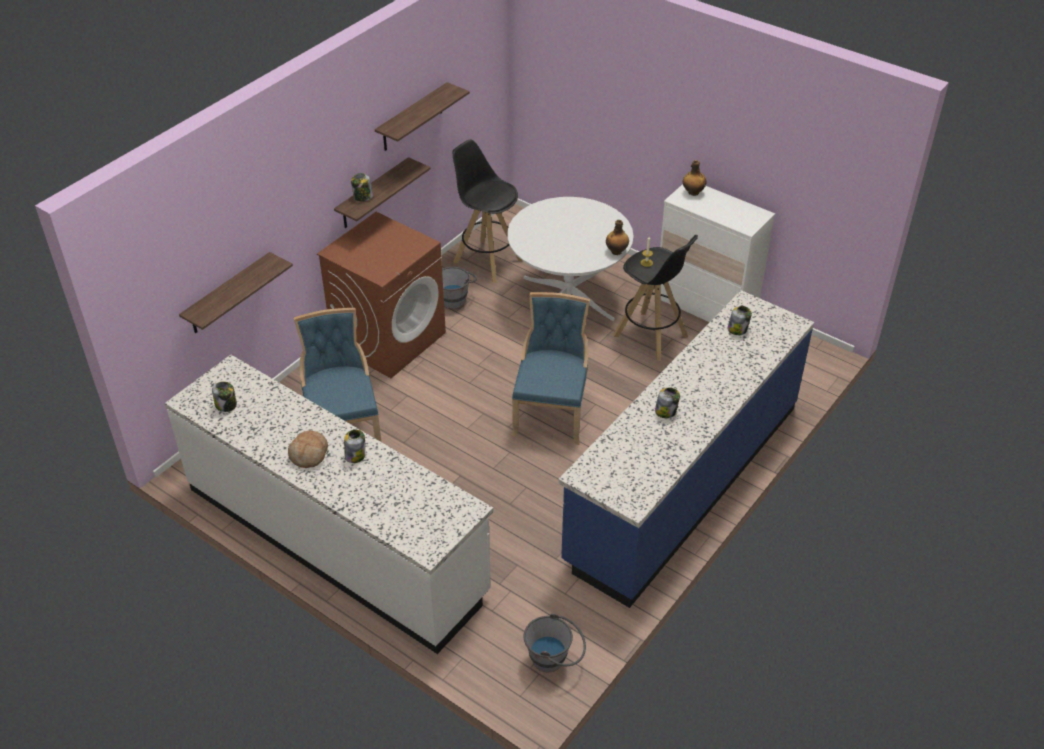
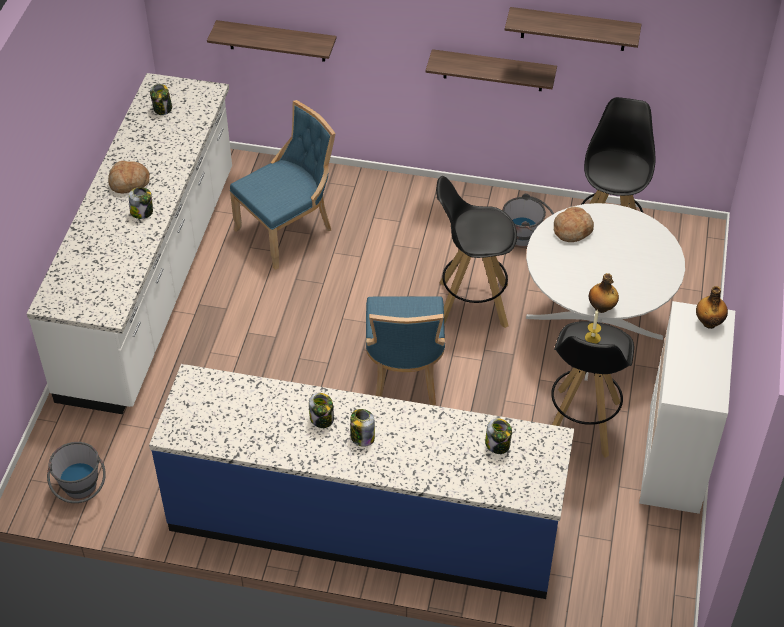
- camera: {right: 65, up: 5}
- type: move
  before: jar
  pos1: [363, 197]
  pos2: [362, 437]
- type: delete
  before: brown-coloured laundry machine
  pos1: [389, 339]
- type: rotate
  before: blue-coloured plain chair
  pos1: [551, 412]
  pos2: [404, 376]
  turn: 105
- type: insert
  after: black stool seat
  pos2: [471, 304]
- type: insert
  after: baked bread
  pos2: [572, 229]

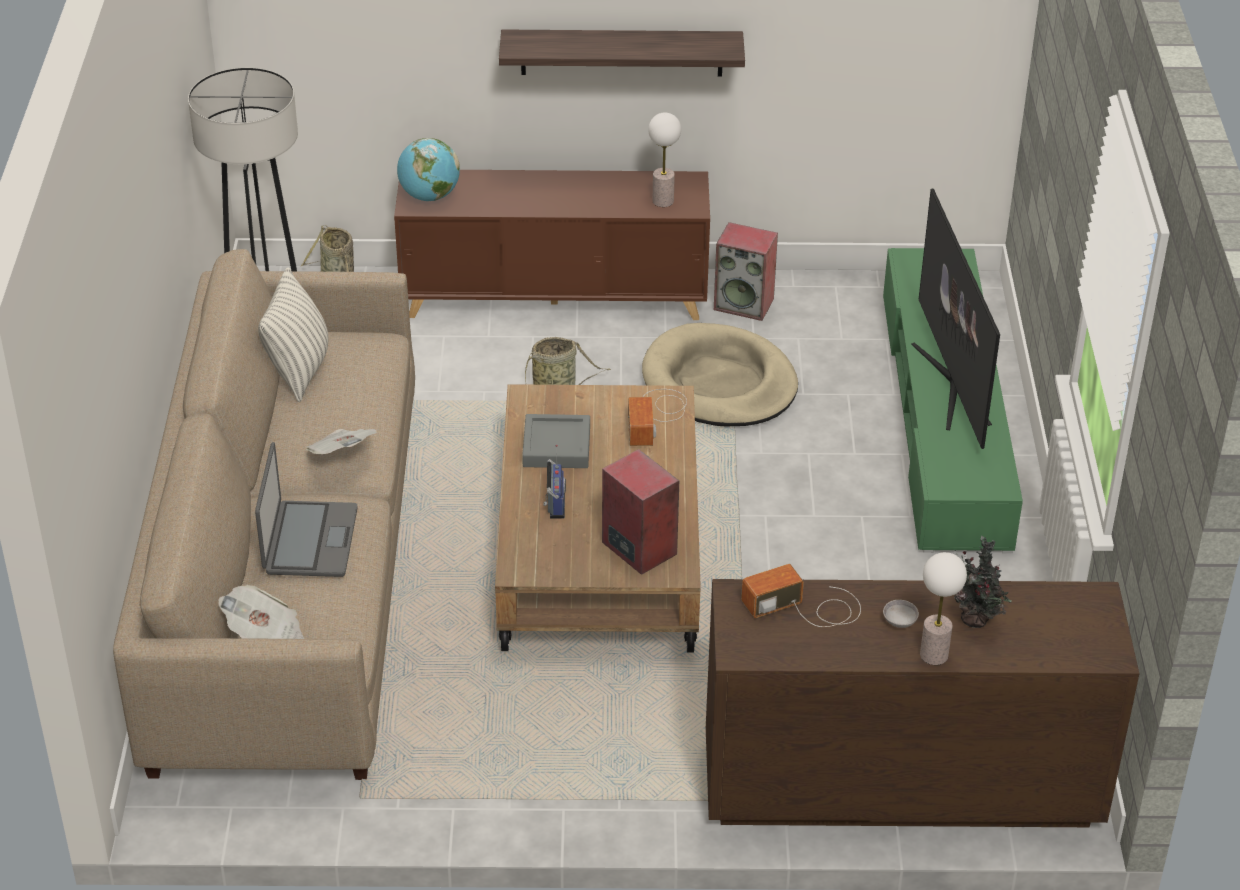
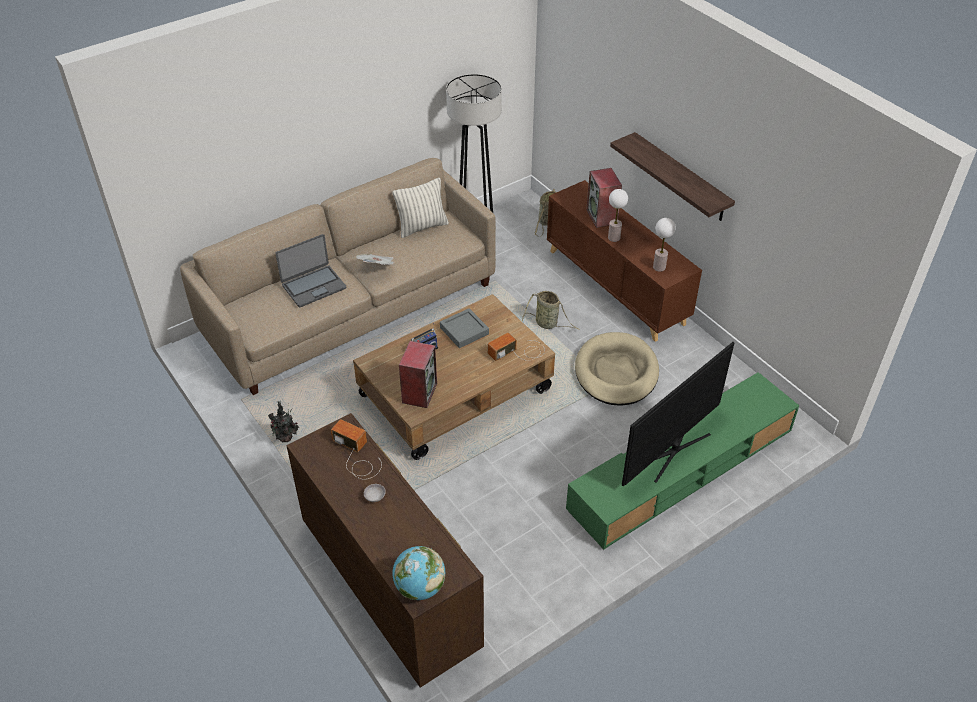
- camera: {right: 55, up: 5}
- type: move
  before: desk globe
  pos1: [429, 196]
  pos2: [419, 587]
- type: move
  before: loudspeaker
  pos1: [744, 304]
  pos2: [602, 217]
- type: move
  before: potted plant
  pos1: [977, 620]
  pos2: [286, 439]
- type: move
  before: table lamp
  pos1: [934, 655]
  pos2: [614, 238]
- type: delete
  before: printed paper
  pos1: [266, 636]

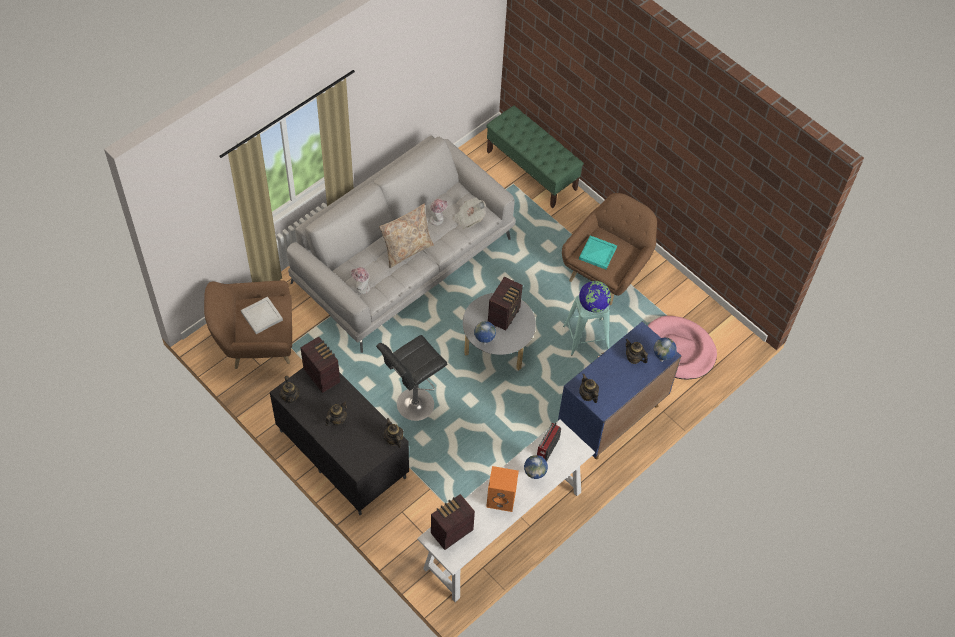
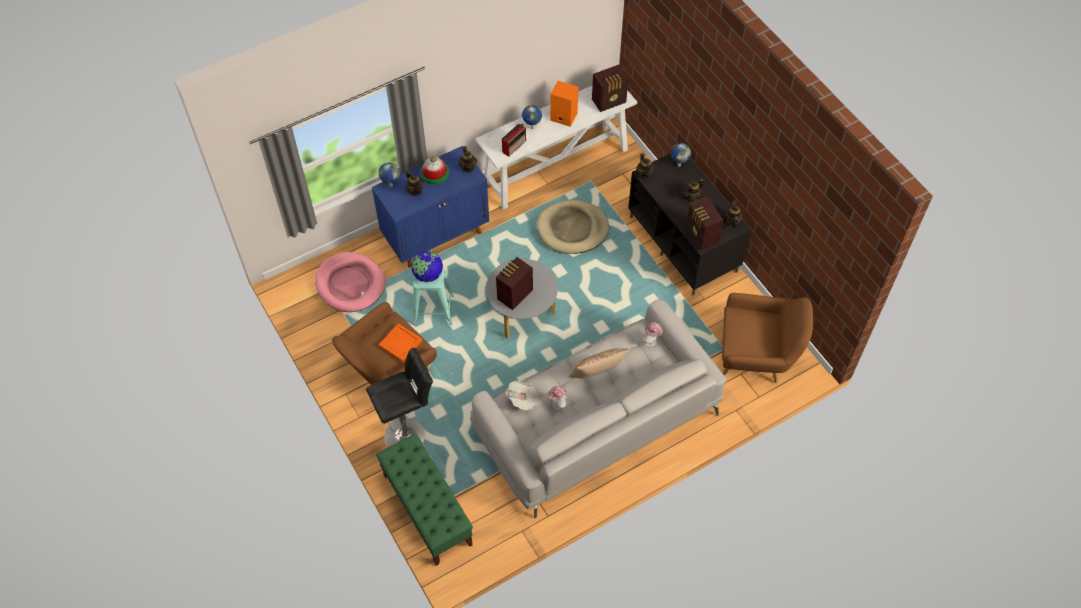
- camera: {right: -165, up: 0}
- type: recolor
  before: blue-green carrying tray
  after: orange-coloured carrying tray
  pos1: [597, 253]
  pos2: [400, 344]
- type: delete
  before: whitish carrying tray
  pos1: [262, 316]
- type: move
  before: desk globe
  pos1: [484, 343]
  pos2: [679, 165]
- type: move
  before: black stool seat
  pos1: [412, 406]
  pos2: [409, 434]
- type: insert
  after: hat
  pos2: [434, 173]
- type: insert
  after: beige dog cushion
  pos2: [572, 229]

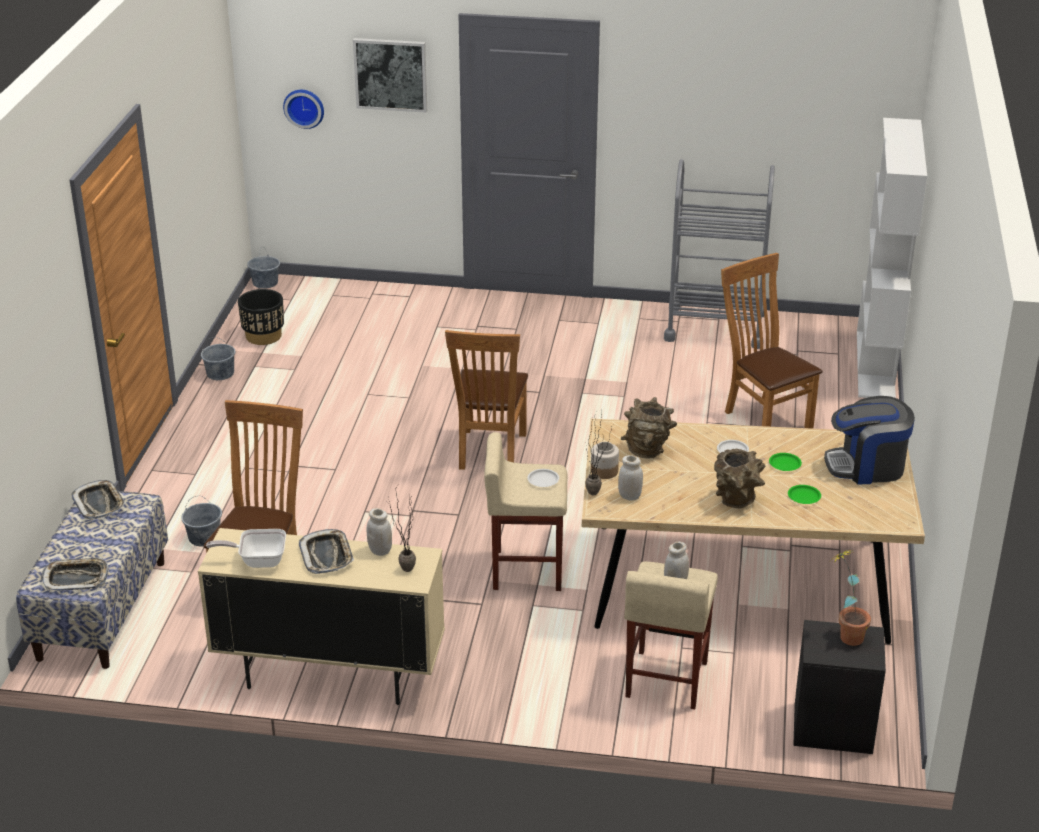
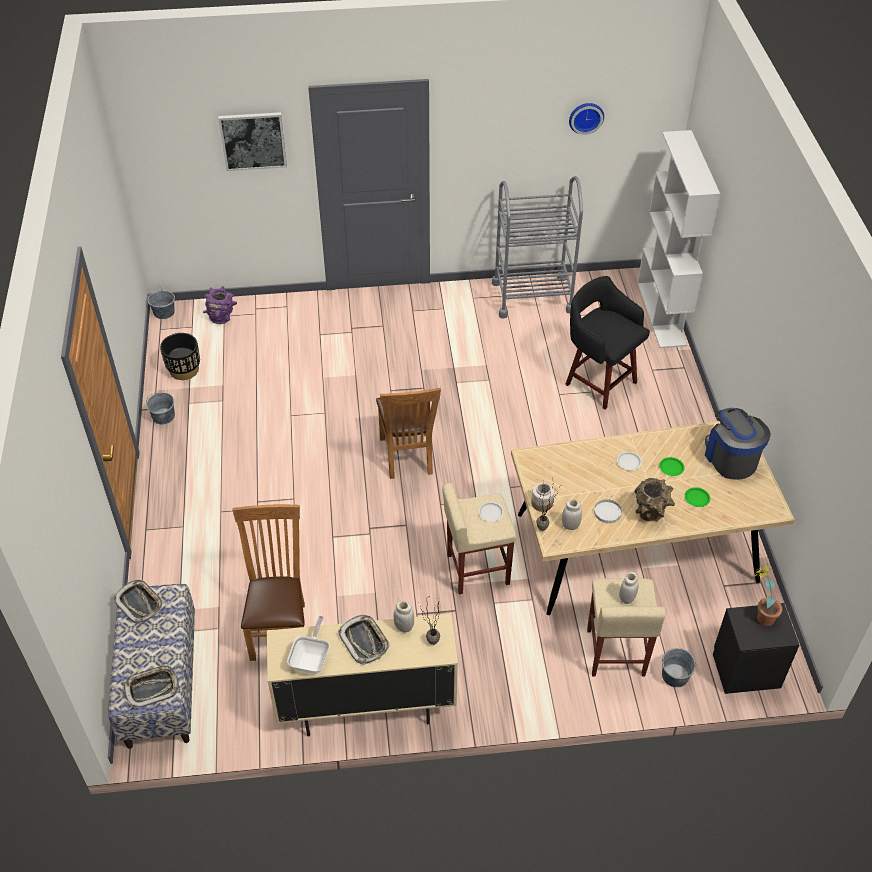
- camera: {right: -15, up: 15}
- type: move
  before: hanging clock
  pos1: [304, 107]
  pos2: [585, 117]
- type: replace
  before: brown-coloured plain chair
  after: black stool seat
  pos1: [763, 418]
  pos2: [599, 382]
- type: rotate
  before: coffee maker
  pos1: [867, 466]
  pos2: [730, 458]
  turn: 90
- type: delete
  before: brown-coloured vase
  pos1: [647, 450]
- type: move
  before: greyish bucket
  pos1: [204, 537]
  pos2: [674, 675]
- type: rotate
  before: pan
  pos1: [258, 560]
  pos2: [311, 659]
  turn: 120
- type: insert
  after: purple-coloured vase
  pos2: [222, 317]
- type: insert
  after: whitish dinner plate
  pos2: [607, 512]

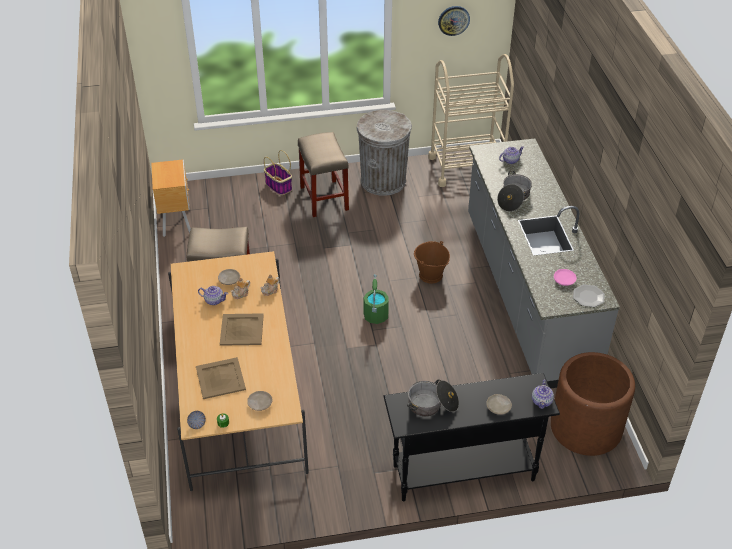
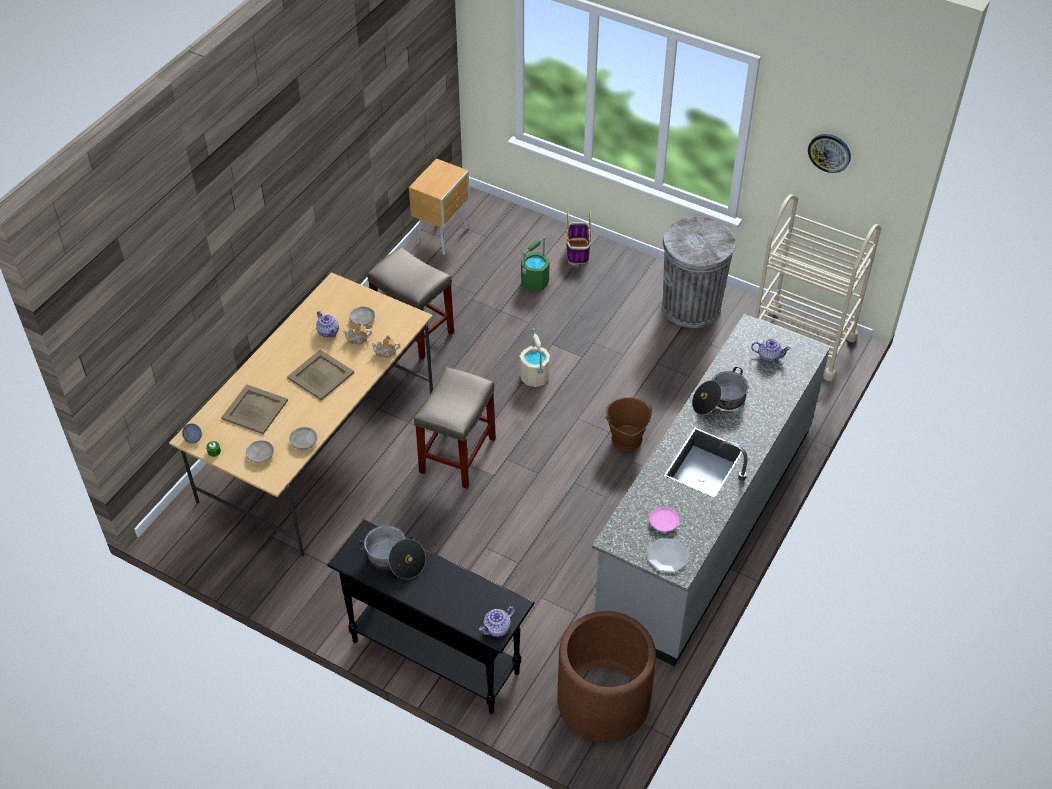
- camera: {right: 40, up: 5}
- type: move
  before: beige stool seat
  pos1: [324, 199]
  pos2: [457, 456]
- type: move
  before: greenish bucket
  pos1: [375, 315]
  pos2: [535, 281]
- type: move
  before: beige dinner plate
  pos1: [498, 407]
  pos2: [304, 441]
- type: insert
  after: beige bucket
  pos2: [535, 377]

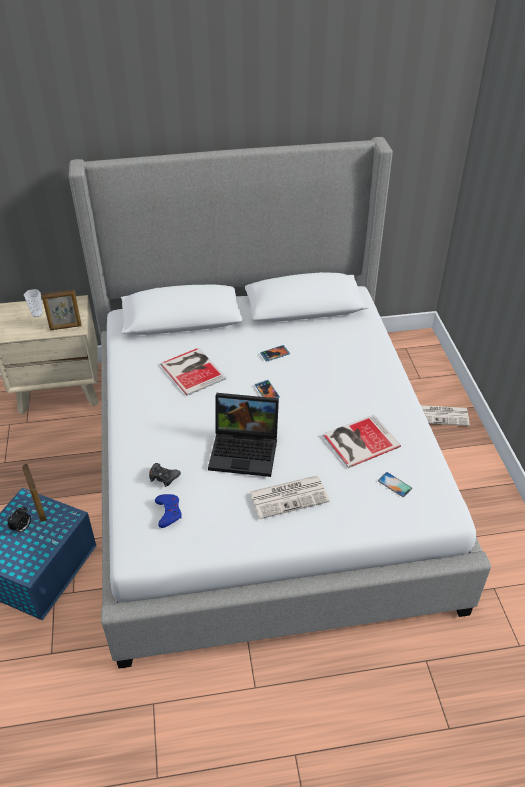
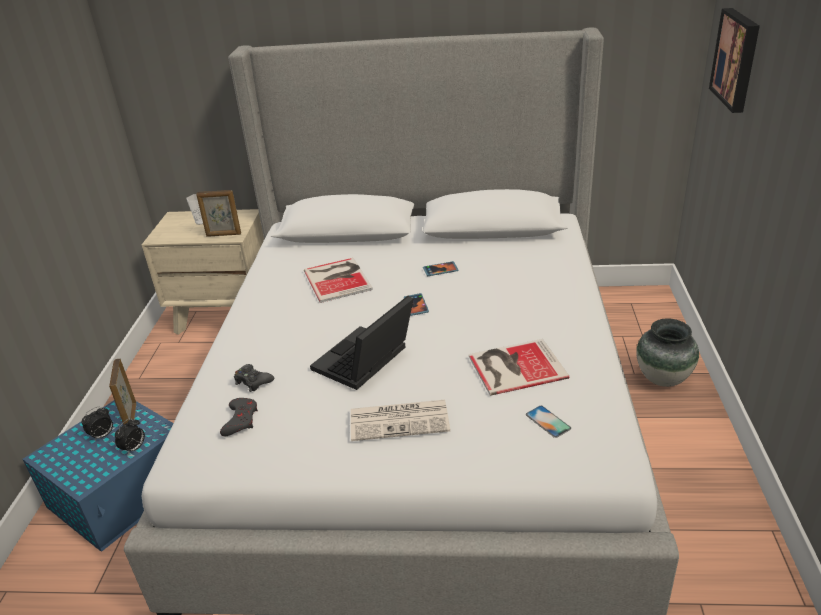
- camera: {right: 15, up: -10}
- type: rotate
  before: notebook computer
  pos1: [246, 450]
  pos2: [364, 362]
  turn: 105
- type: replace
  before: printed paper
  after: vase
  pos1: [441, 415]
  pos2: [663, 378]
- type: recolor
  before: blue-coloured game controller
  after: greyish game controller
  pos1: [168, 512]
  pos2: [240, 420]
- type: insert
  after: wall picture
  pos2: [737, 59]
- type: insert
  after: table clock
  pos2: [134, 448]

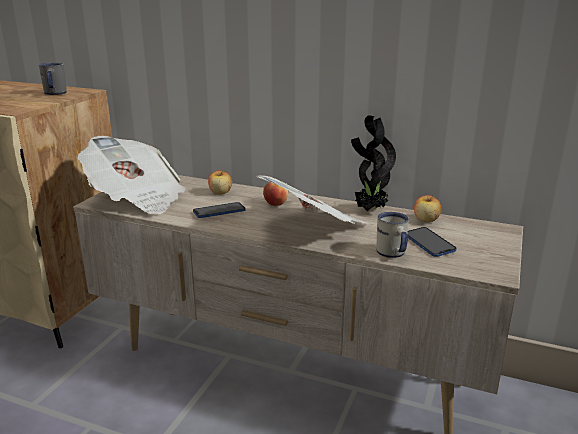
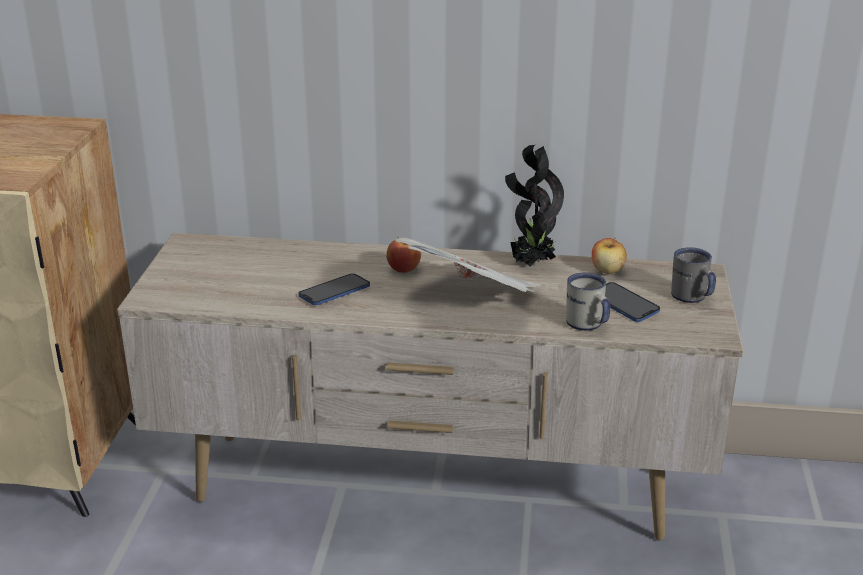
- camera: {right: -15, up: 5}
- type: move
  before: greyish tea mug
  pos1: [54, 94]
  pos2: [692, 298]
- type: delete
  before: printed paper
  pos1: [136, 199]
- type: delete
  before: whole apple
  pos1: [220, 193]

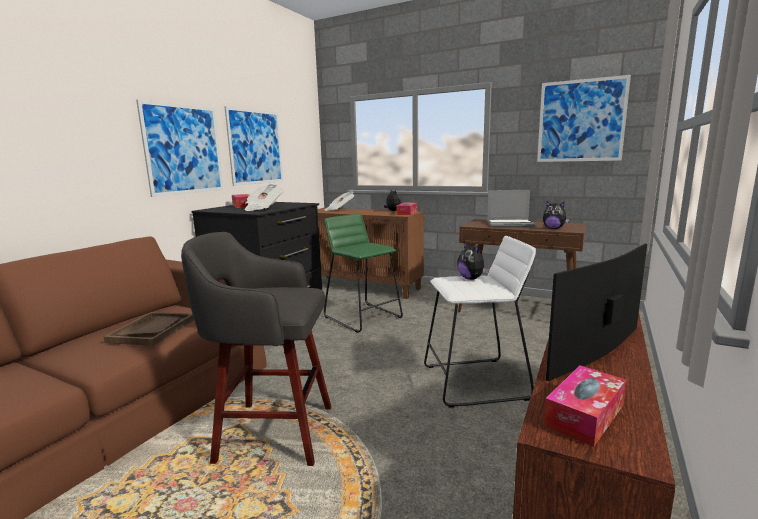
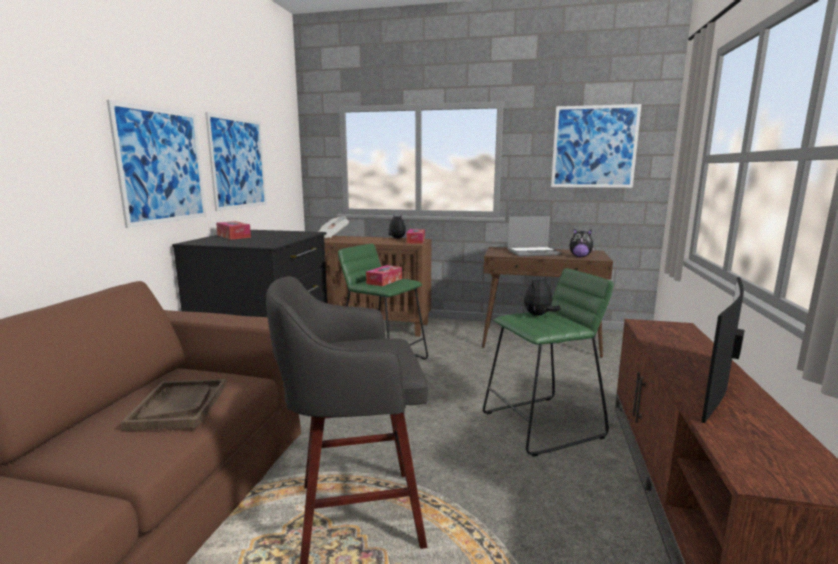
- camera: {right: -15, up: 0}
- type: delete
  before: printed paper
  pos1: [263, 208]
- type: recolor
  before: whitish stool seat
  after: greenish stool seat
  pos1: [475, 382]
  pos2: [542, 425]
- type: rotate
  before: soft toy
  pos1: [471, 279]
  pos2: [539, 315]
  turn: 90
- type: move
  before: tissue holder
  pos1: [584, 415]
  pos2: [384, 281]

